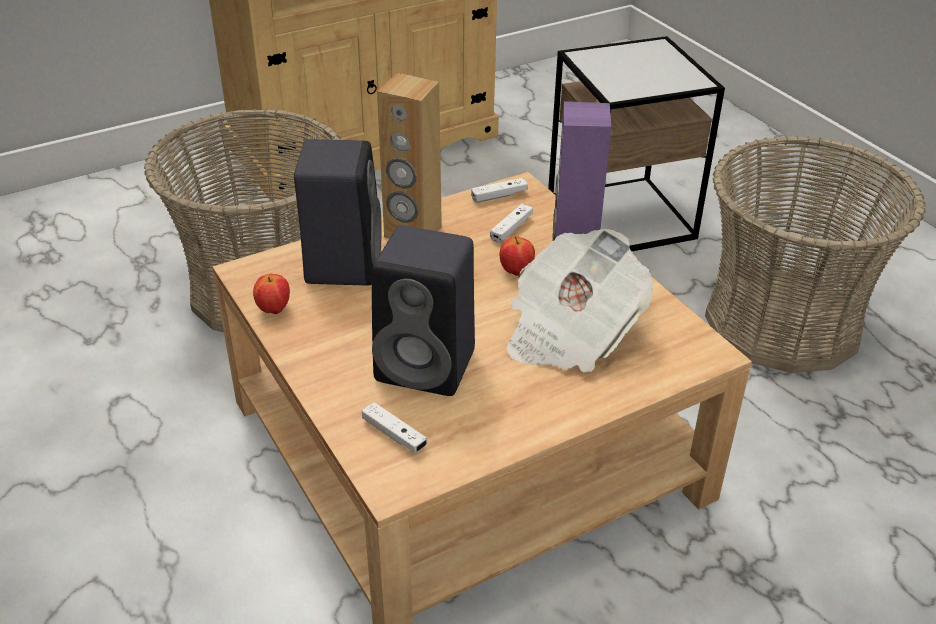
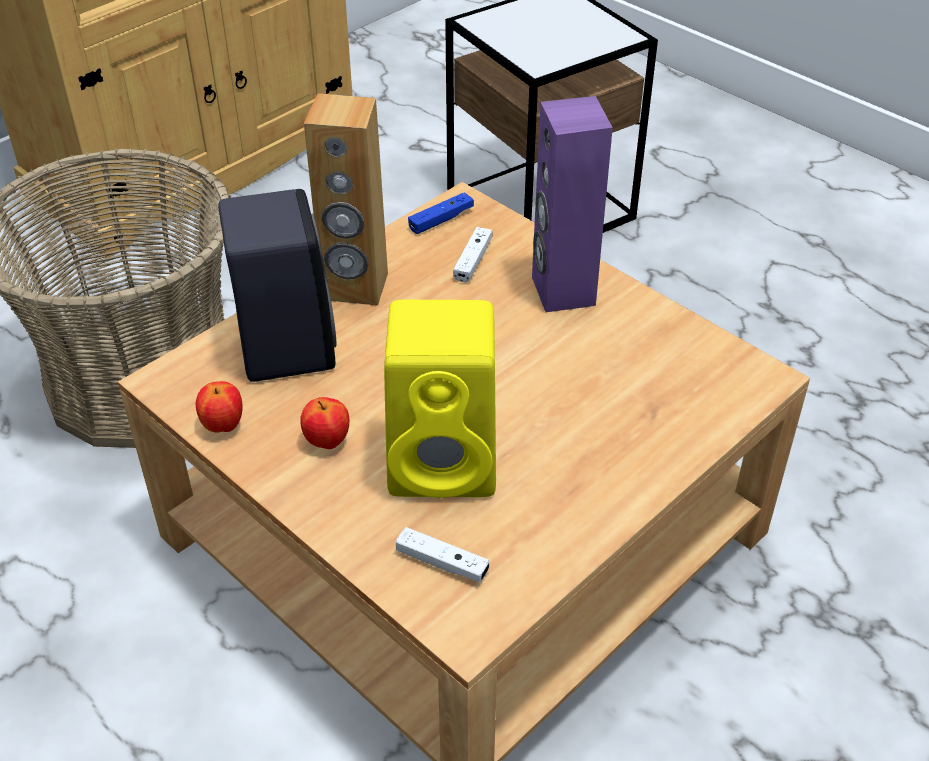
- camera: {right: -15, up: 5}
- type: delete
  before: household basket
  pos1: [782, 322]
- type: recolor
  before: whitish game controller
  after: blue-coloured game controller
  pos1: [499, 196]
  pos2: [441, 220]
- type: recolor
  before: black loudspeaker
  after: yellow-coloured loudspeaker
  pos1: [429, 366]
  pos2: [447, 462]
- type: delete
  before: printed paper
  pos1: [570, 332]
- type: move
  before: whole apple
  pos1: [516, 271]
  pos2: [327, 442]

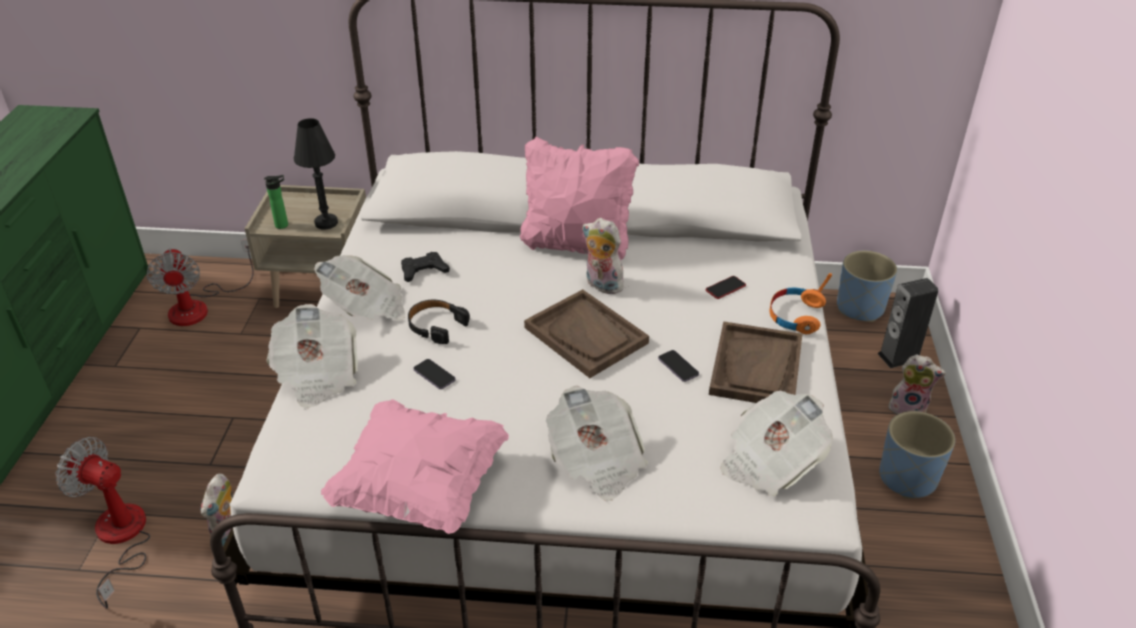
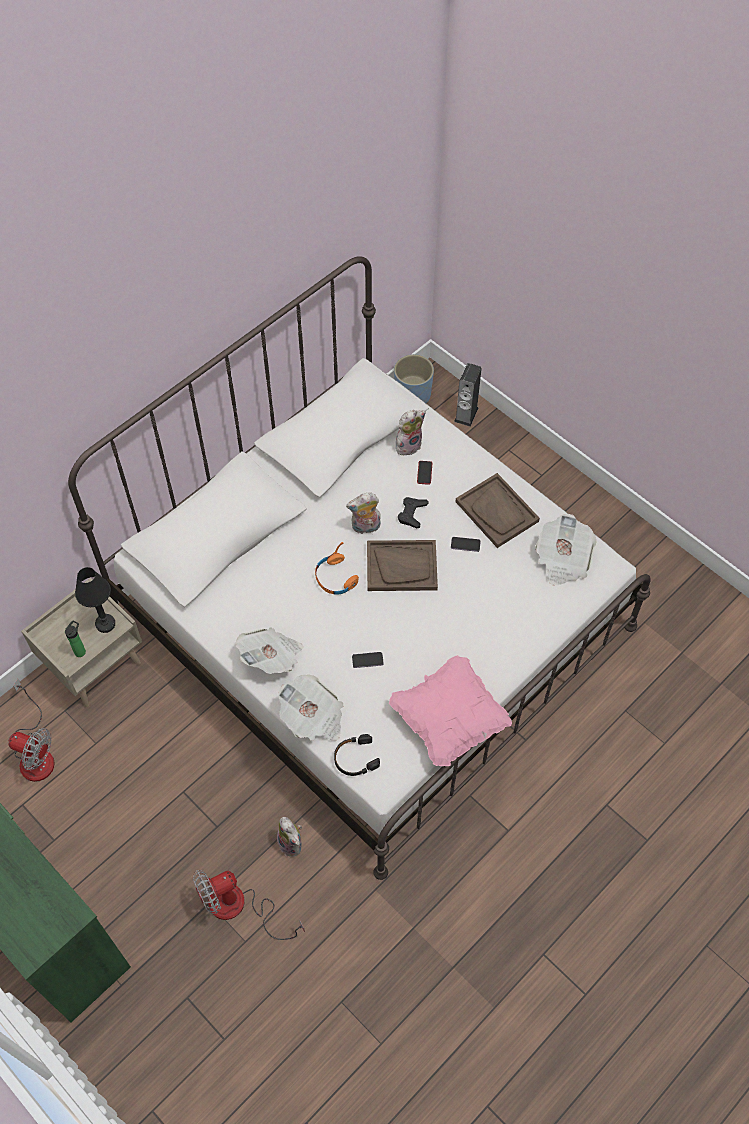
- camera: {right: -50, up: 20}
- type: delete
  before: pink pillow
  pos1: [576, 244]
- type: move
  before: black game controller
  pos1: [423, 271]
  pos2: [412, 514]
- type: move
  before: orange-coloured headset
  pos1: [795, 316]
  pos2: [335, 578]
- type: move
  before: black headset
  pos1: [436, 326]
  pos2: [355, 758]
- type: move
  before: soft toy
  pos1: [908, 408]
  pos2: [408, 444]
- type: delete
  before: printed paper
  pos1: [596, 461]
- type: delete
  before: blue-coloured plant pot
  pos1: [908, 478]

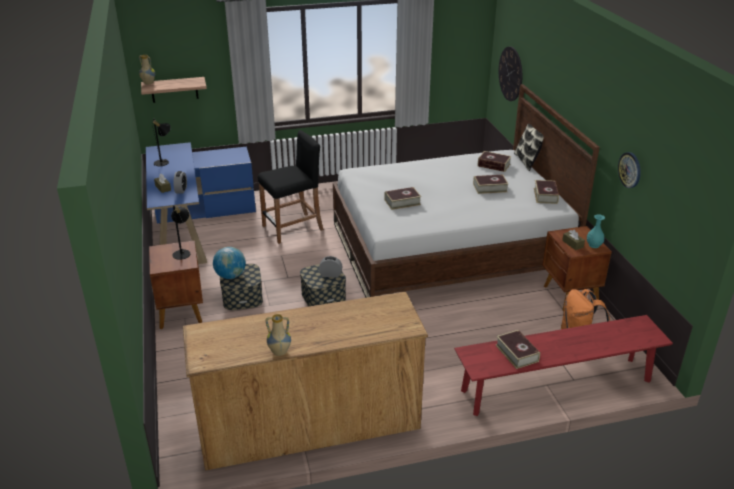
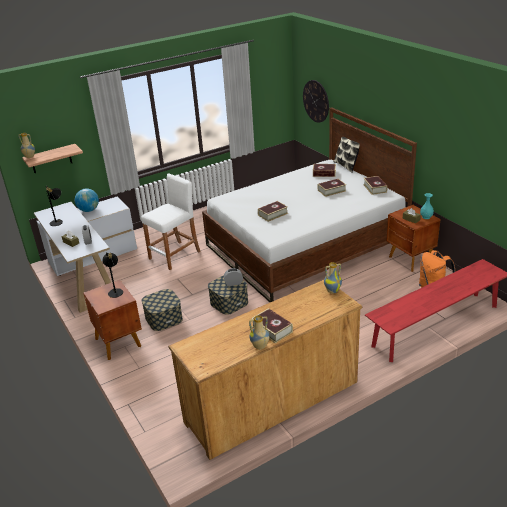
- camera: {right: -15, up: 0}
- type: recolor
  before: black stool seat
  after: whitish stool seat
  pos1: [293, 228]
  pos2: [175, 255]
- type: recolor
  before: blue-coloured desk table
  after: whitish desk table
  pos1: [194, 226]
  pos2: [90, 271]
- type: delete
  before: hanging clock
  pos1: [630, 170]
- type: move
  before: desk globe
  pos1: [230, 276]
  pos2: [89, 210]
- type: move
  before: volume
  pos1: [517, 353]
  pos2: [272, 329]
- type: insert
  after: vase
  pos2: [332, 290]

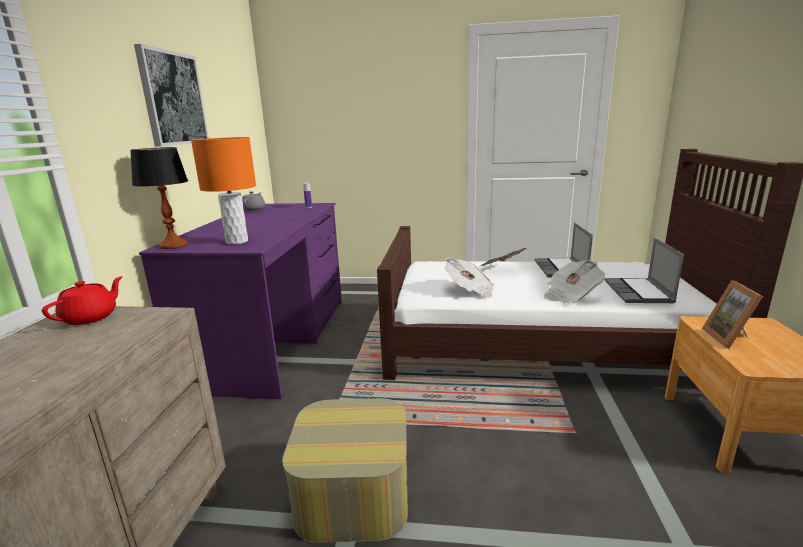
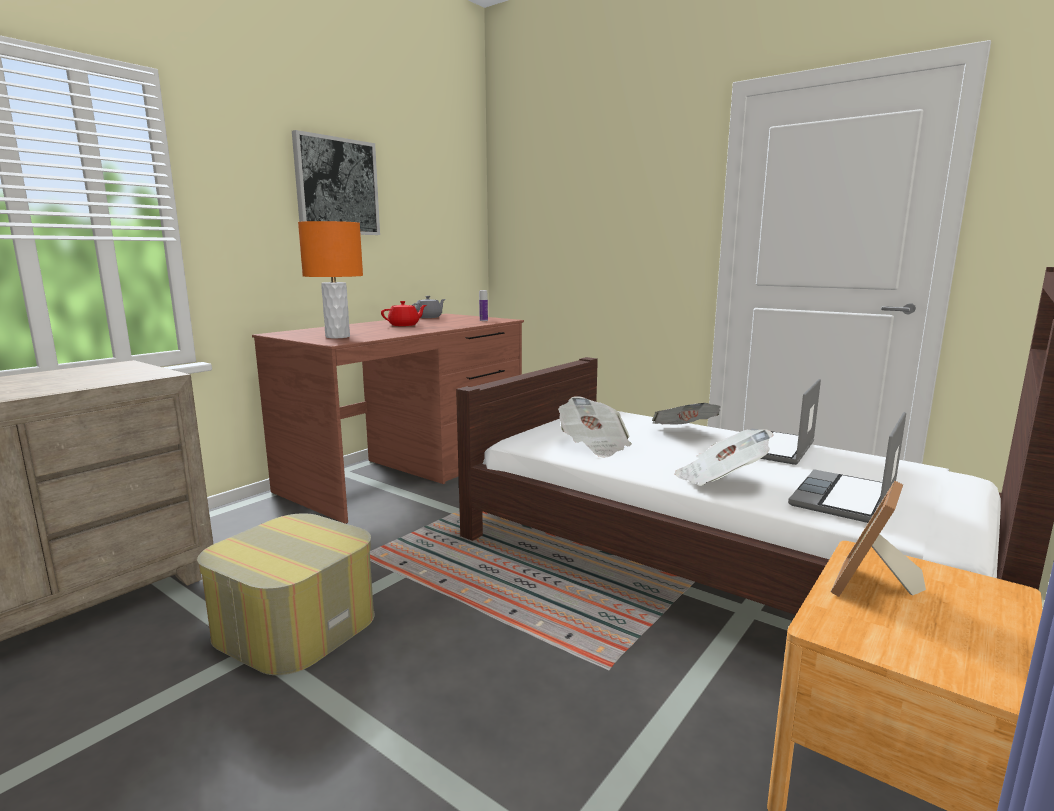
- camera: {right: 30, up: -5}
- type: delete
  before: table lamp
  pos1: [174, 245]
- type: recolor
  before: purple-coloured desk table
  after: brown-coloured desk table
  pos1: [274, 340]
  pos2: [409, 470]
- type: move
  before: red pot for tea
  pos1: [91, 317]
  pos2: [404, 325]

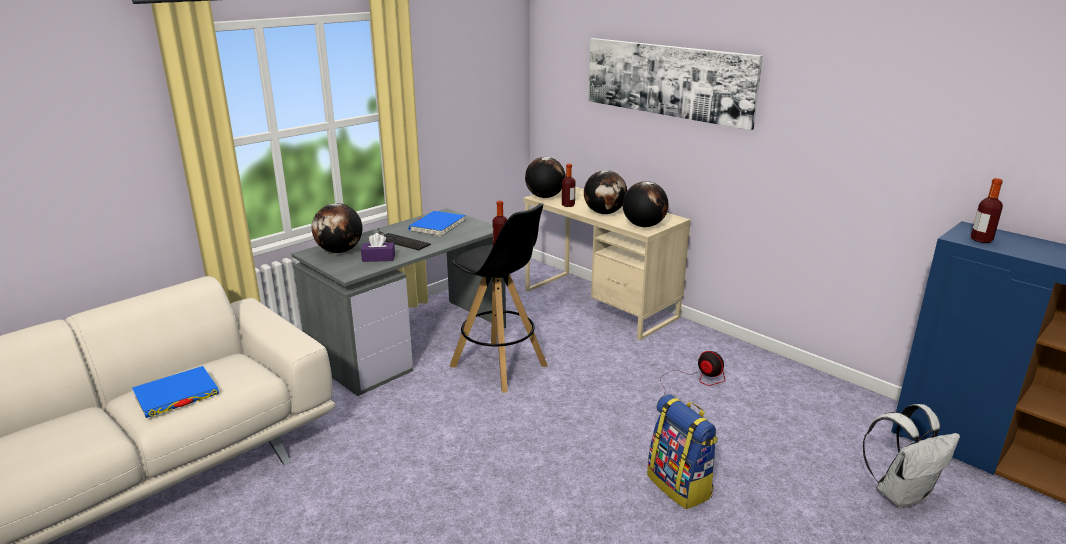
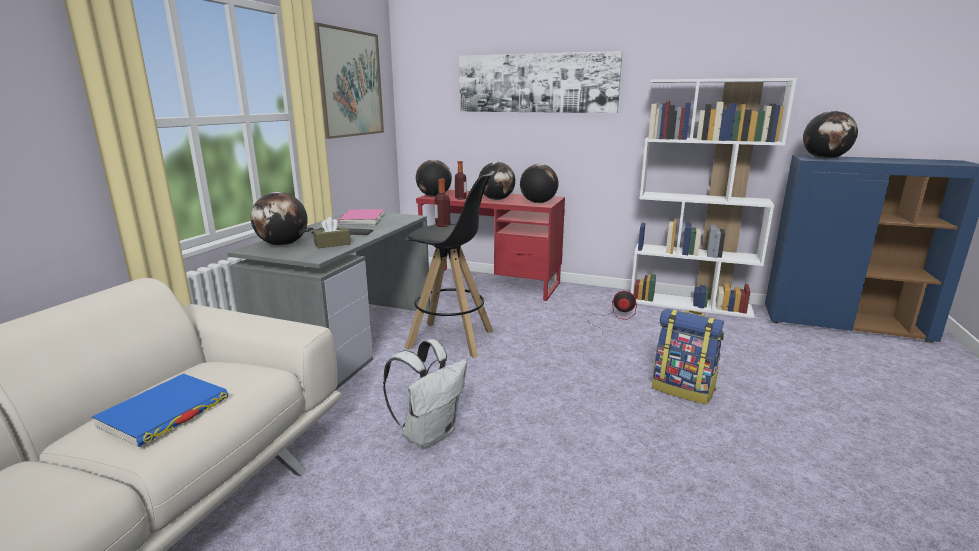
- camera: {right: -25, up: -5}
- type: replace
  before: drink bottle
  after: desk globe
  pos1: [981, 240]
  pos2: [825, 158]
- type: recolor
  before: beige desk table
  after: red desk table
  pos1: [599, 303]
  pos2: [491, 283]
- type: recolor
  before: blue-coloured volume
  after: pink volume
  pos1: [437, 226]
  pos2: [362, 220]
- type: recolor
  before: purple-coloured tissue holder
  after: brown-coloured tissue holder
  pos1: [378, 258]
  pos2: [332, 244]
- type: move
  before: whitish knapsack
  pos1: [901, 494]
  pos2: [429, 433]
- type: insert
  after: wall picture
  pos2: [350, 83]
- type: insert
  after: whitish bookcase
  pos2: [690, 304]

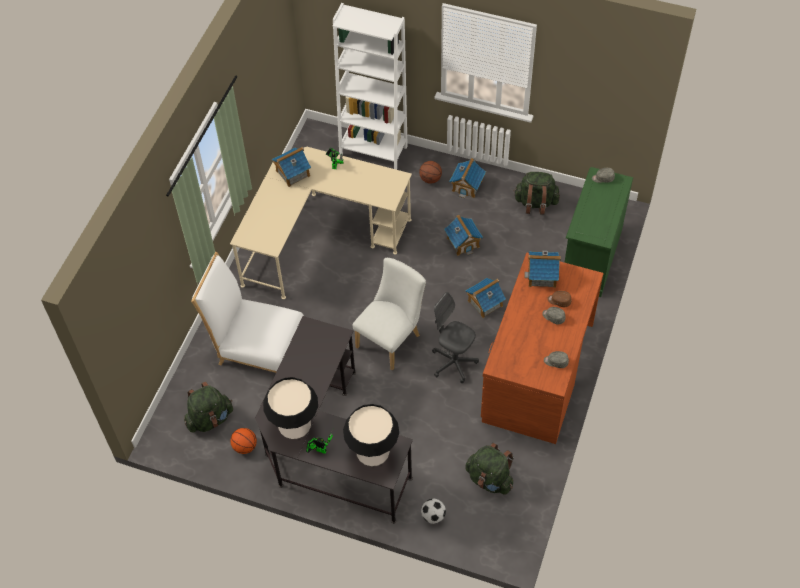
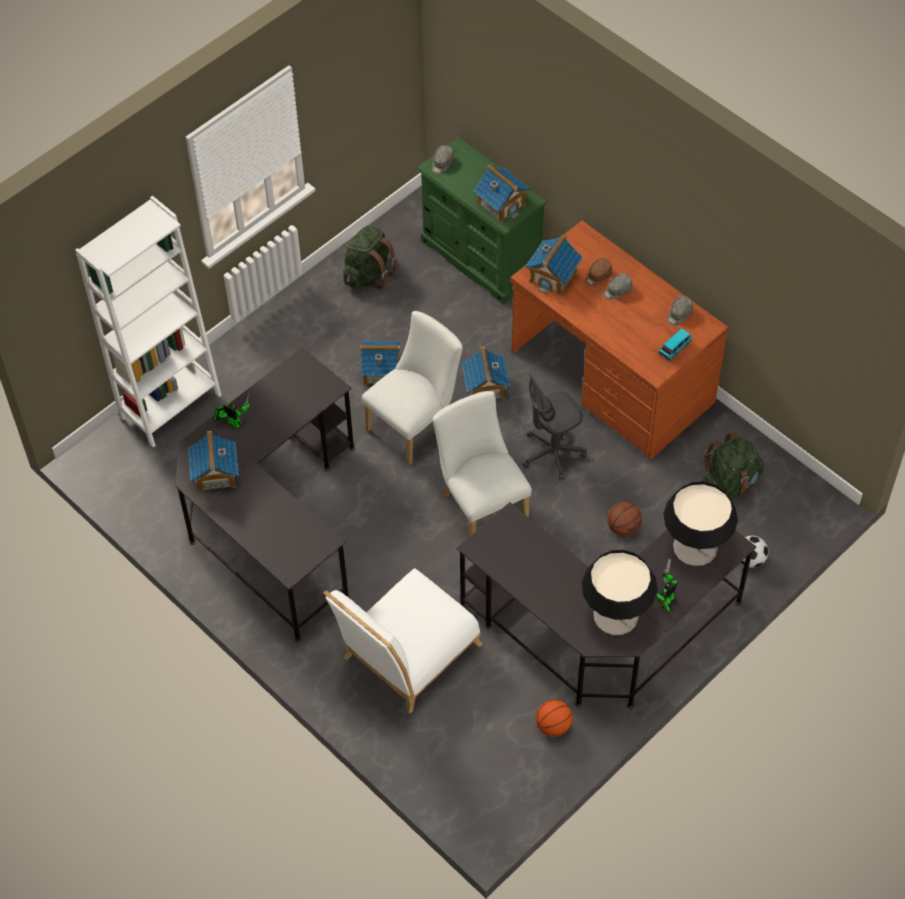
- camera: {right: -65, up: 0}
- type: recolor
  before: beige desk table
  after: black desk table
  pos1: [319, 237]
  pos2: [272, 521]
- type: move
  before: toy house
  pos1: [467, 186]
  pos2: [501, 204]
- type: move
  before: basketball ball
  pos1: [430, 179]
  pos2: [623, 527]
- type: delete
  before: greenish knapsack
  pos1: [210, 419]
- type: insert
  after: whitish plain chair
  pos2: [416, 424]
- type: insert
  after: miniature car
  pos2: [674, 348]

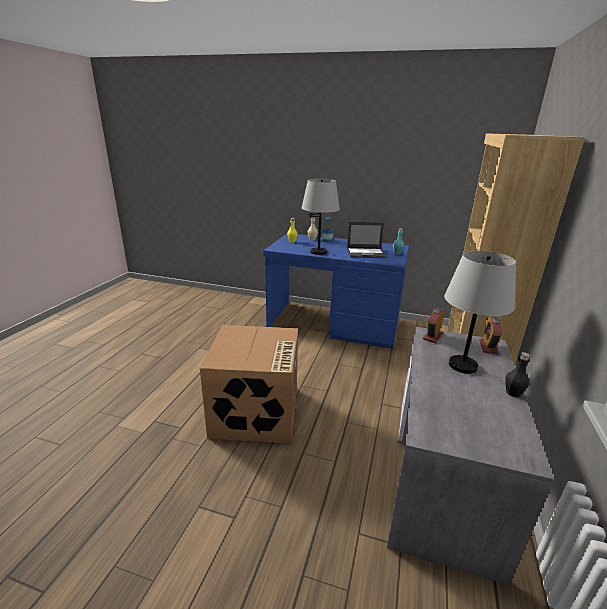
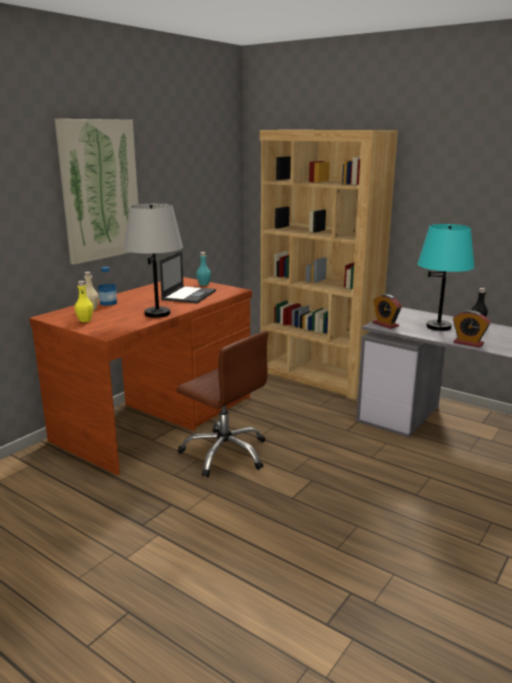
- camera: {right: -70, up: -5}
- type: recolor
  before: blue-coloured desk table
  after: brown-coloured desk table
  pos1: [334, 324]
  pos2: [157, 418]
- type: recolor
  before: greyish table lamp
  after: blue-green table lamp
  pos1: [463, 366]
  pos2: [438, 326]
- type: move
  before: table clock
  pos1: [488, 347]
  pos2: [468, 343]
- type: delete
  before: carton
  pos1: [256, 413]
- type: insert
  after: wall picture
  pos2: [100, 190]
- type: insert
  after: brown-coloured desk chair
  pos2: [225, 453]

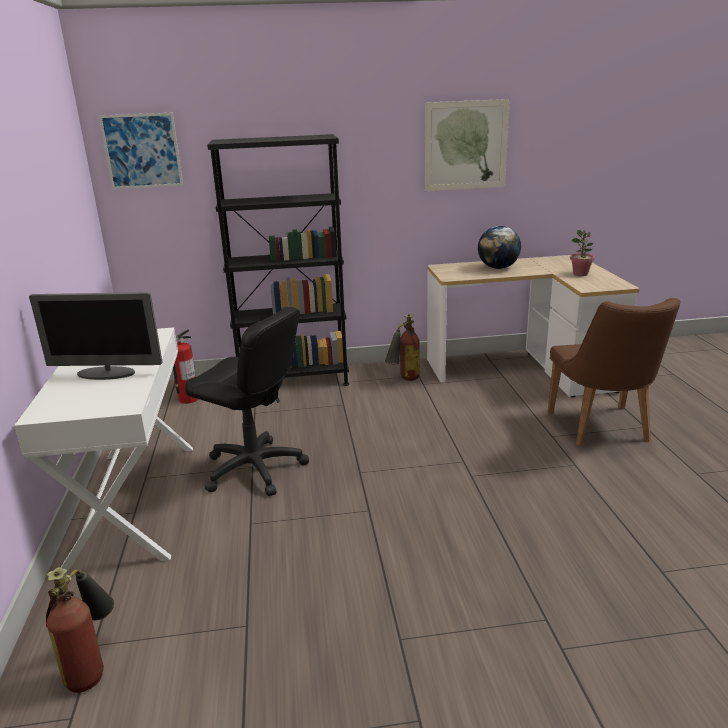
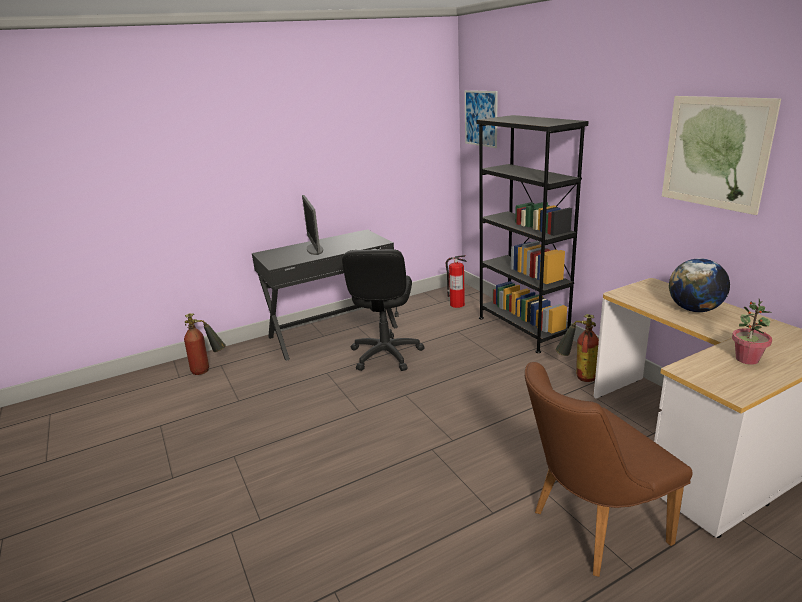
- camera: {right: 70, up: 0}
- type: recolor
  before: whitish desk table
  after: black desk table
  pos1: [133, 501]
  pos2: [333, 332]

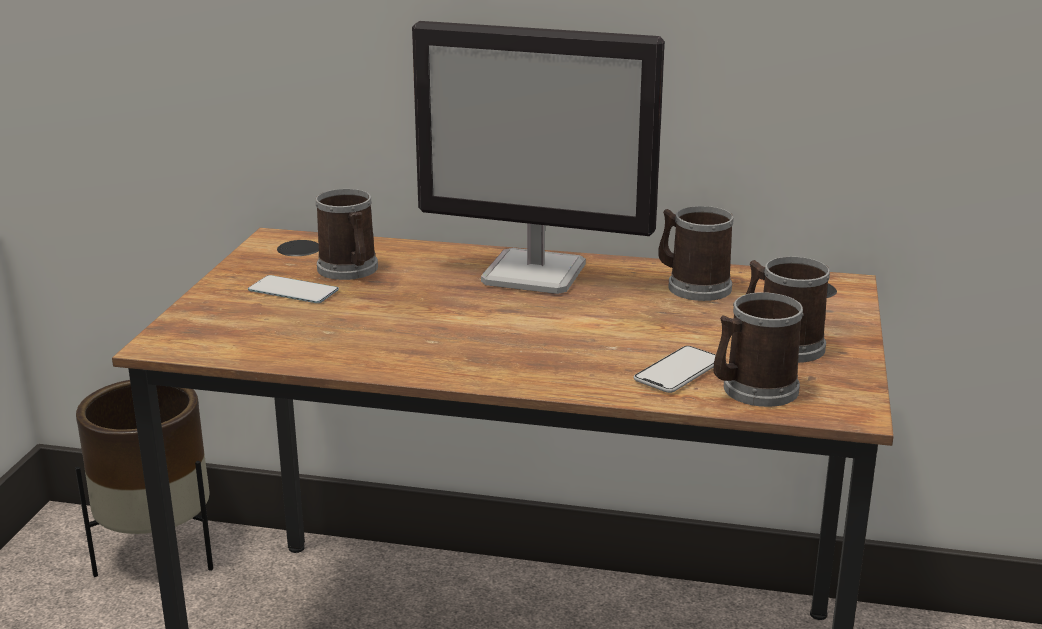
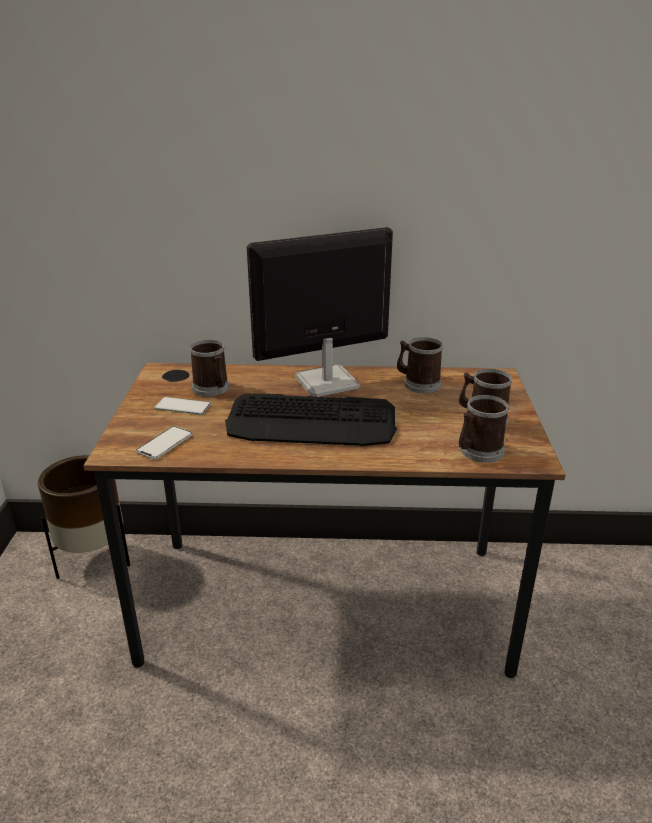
- camera: {right: -10, up: 5}
- type: rotate
  before: monitor
  pos1: [536, 274]
  pos2: [325, 382]
  turn: 150
- type: move
  before: handset
  pos1: [678, 371]
  pos2: [165, 444]
- type: insert
  after: computer keyboard
  pos2: [312, 422]

